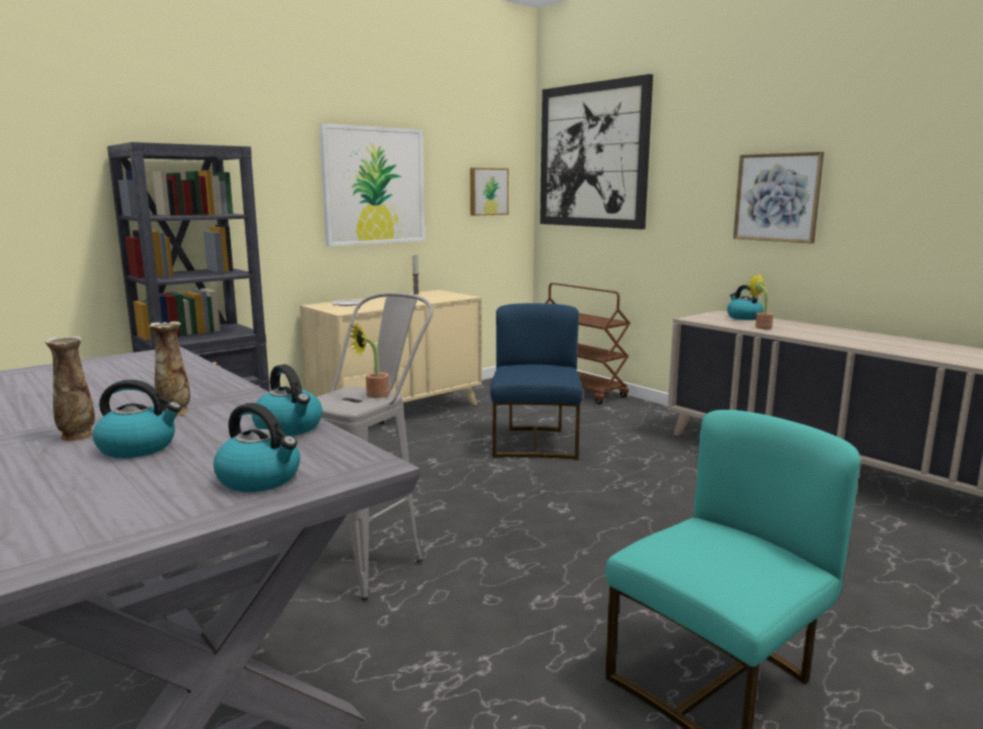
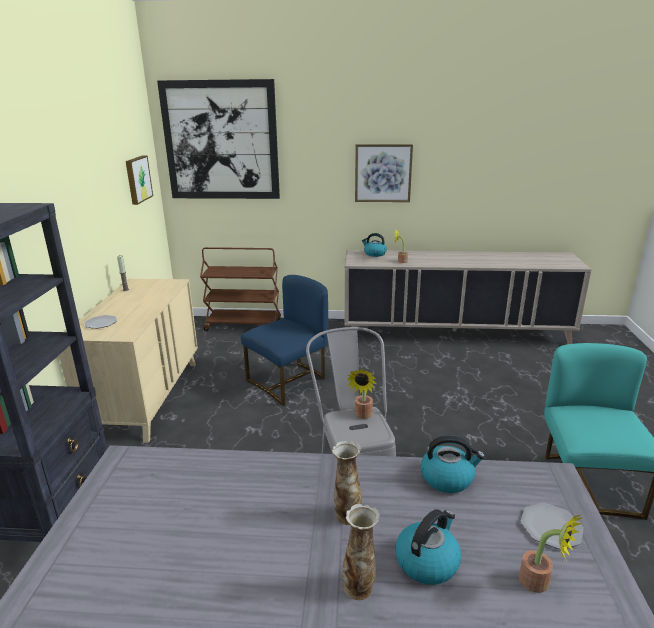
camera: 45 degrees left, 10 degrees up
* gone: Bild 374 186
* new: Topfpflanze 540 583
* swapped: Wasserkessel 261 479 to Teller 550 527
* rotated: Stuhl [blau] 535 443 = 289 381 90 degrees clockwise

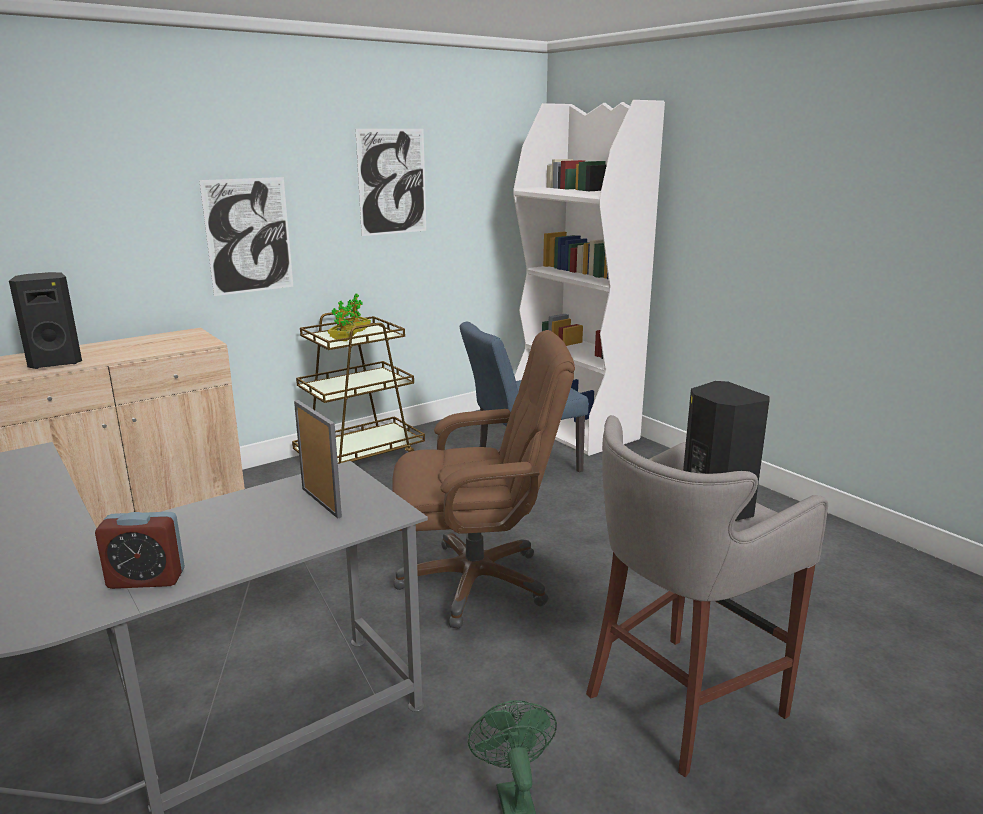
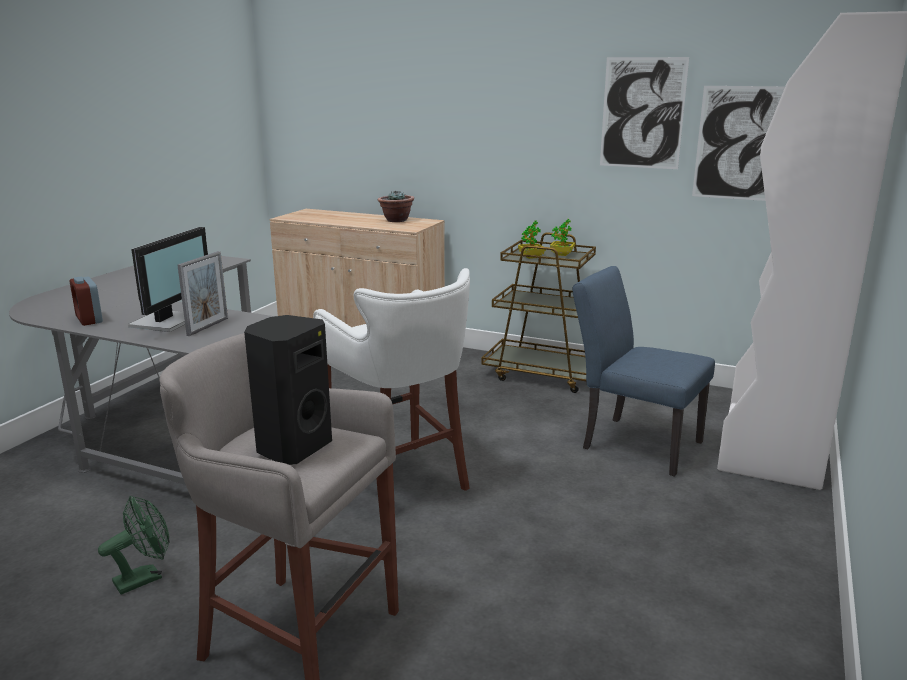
camera: 60 degrees right, 0 degrees up
* gone: Lautsprecher [schwarz] 56 362
* new: Monitor 167 322
* new: Topfpflanze 396 220
* shifted: Bild 248 236 to 740 143
* swapped: Bürostuhl [braun] 476 582 to Hocker [weiß] 401 483

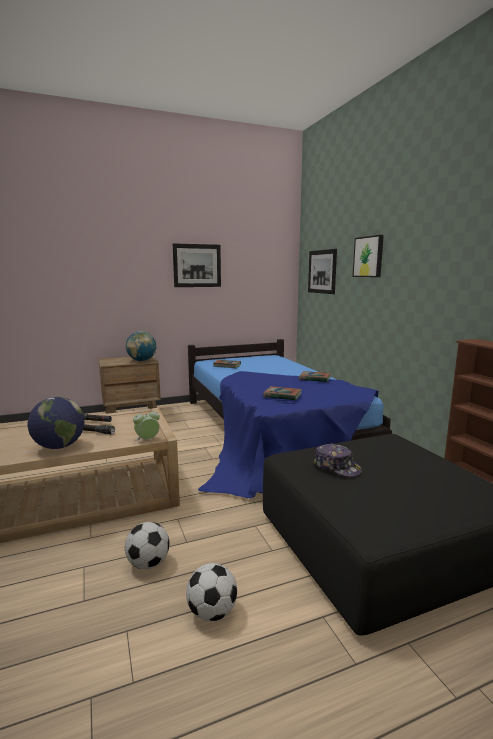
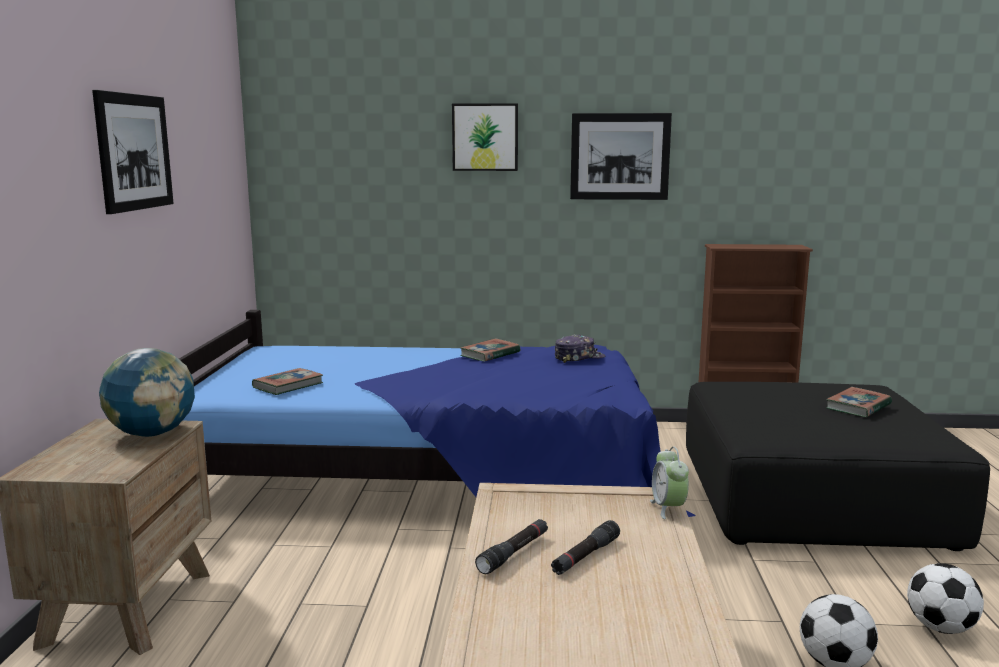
camera: 65 degrees left, 0 degrees up
* gone: Globus 59 446
* shifted: Buch 282 396 to 858 406
* shifted: Bild 322 271 to 620 156
* shifted: Kappe 337 467 to 578 358

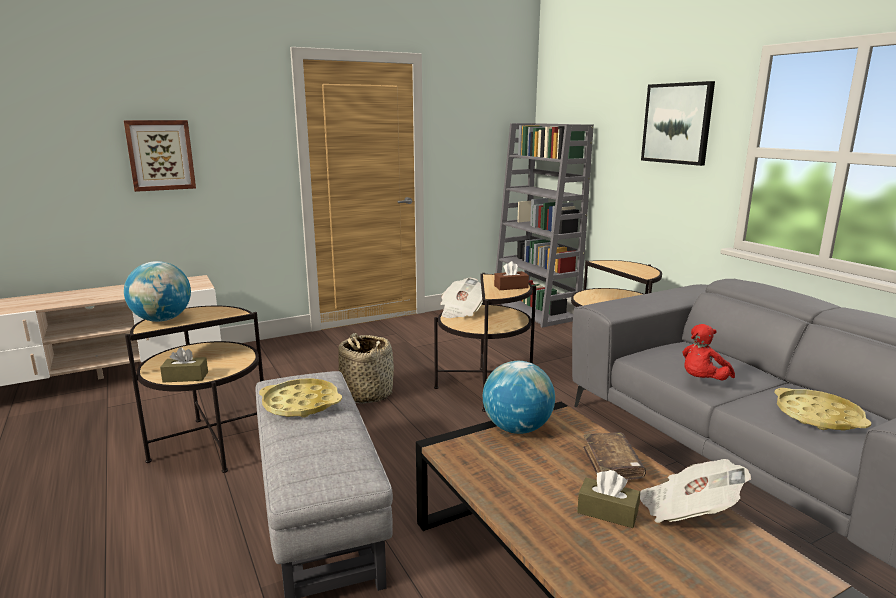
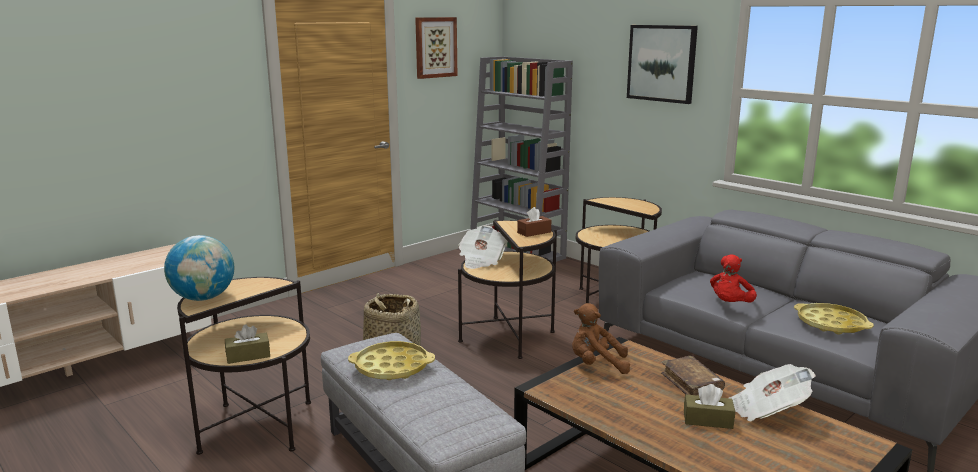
camera: 15 degrees left, 0 degrees up
* shifted: Bild 160 155 to 435 47
* swapped: Globus 517 428 to Plüschtier [braun] 596 365

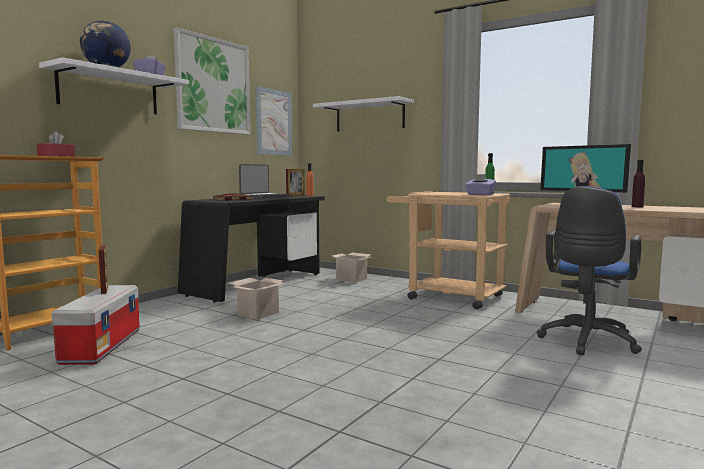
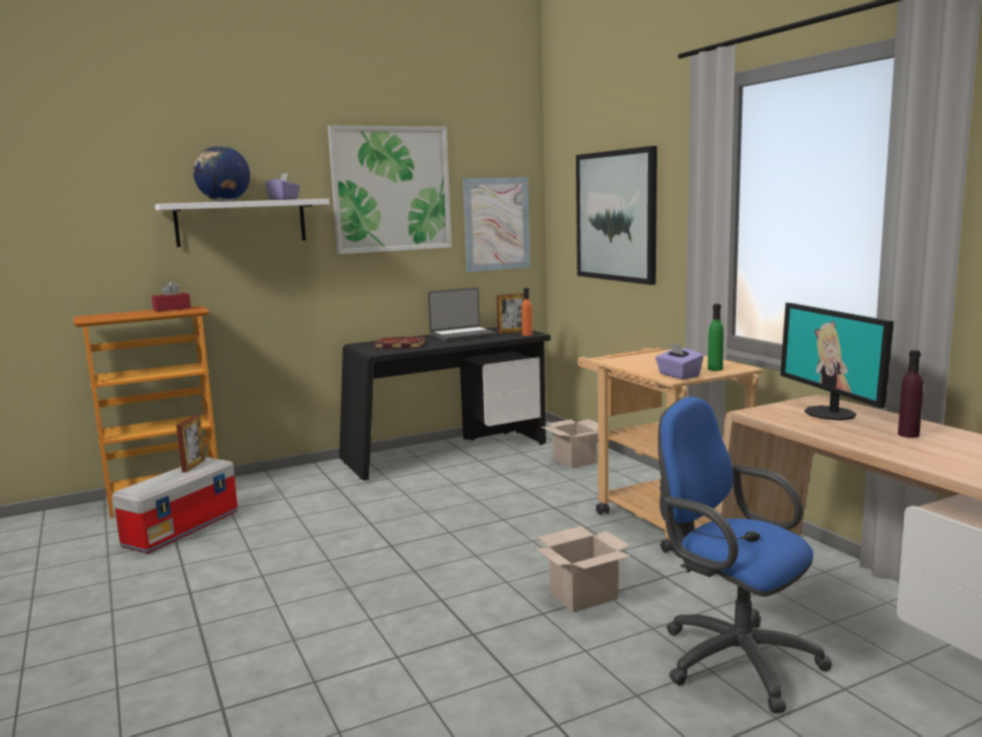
camera: 30 degrees right, 5 degrees up
* shifted: Karton 258 313 to 584 595
* swapped: Wandregal [weiß] 369 116 to Bild 616 216
* rotated: Bürostuhl [blau] 587 342 = 731 658 75 degrees clockwise

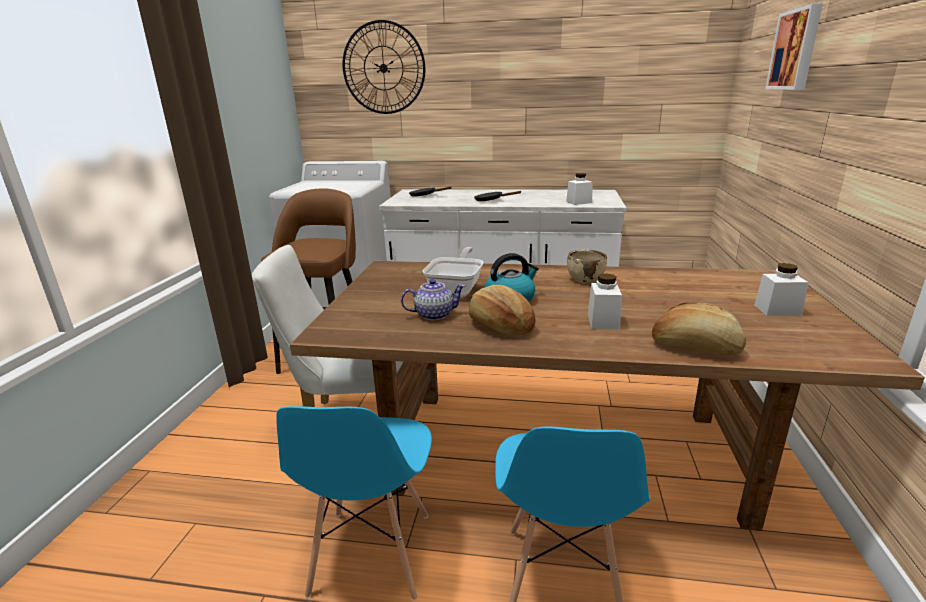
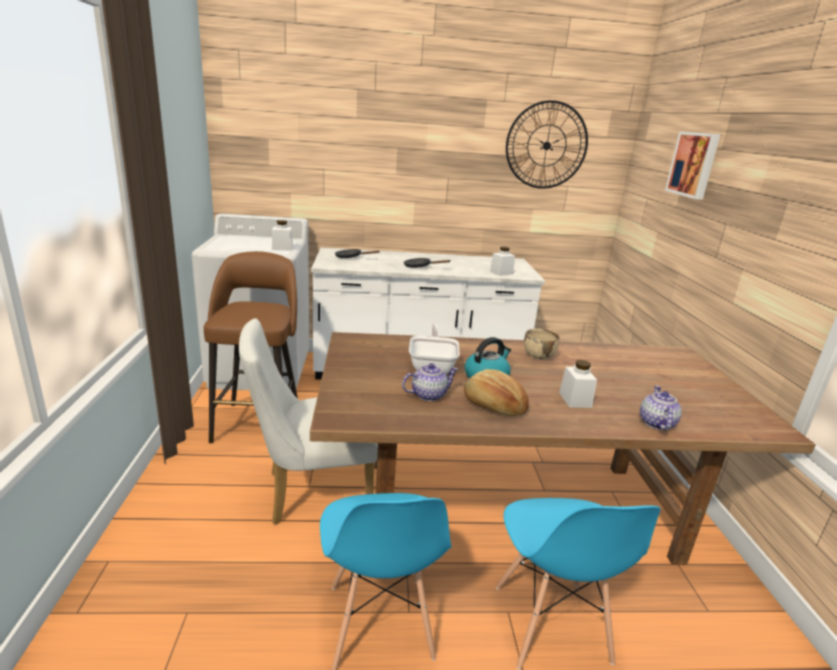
camera: 15 degrees left, 0 degrees up
* shifted: Wanduhr 383 68 to 546 145
* shifted: Vorratsglas [weiß] 777 310 to 282 248
* swapped: Brot 695 347 to Teekanne 656 423

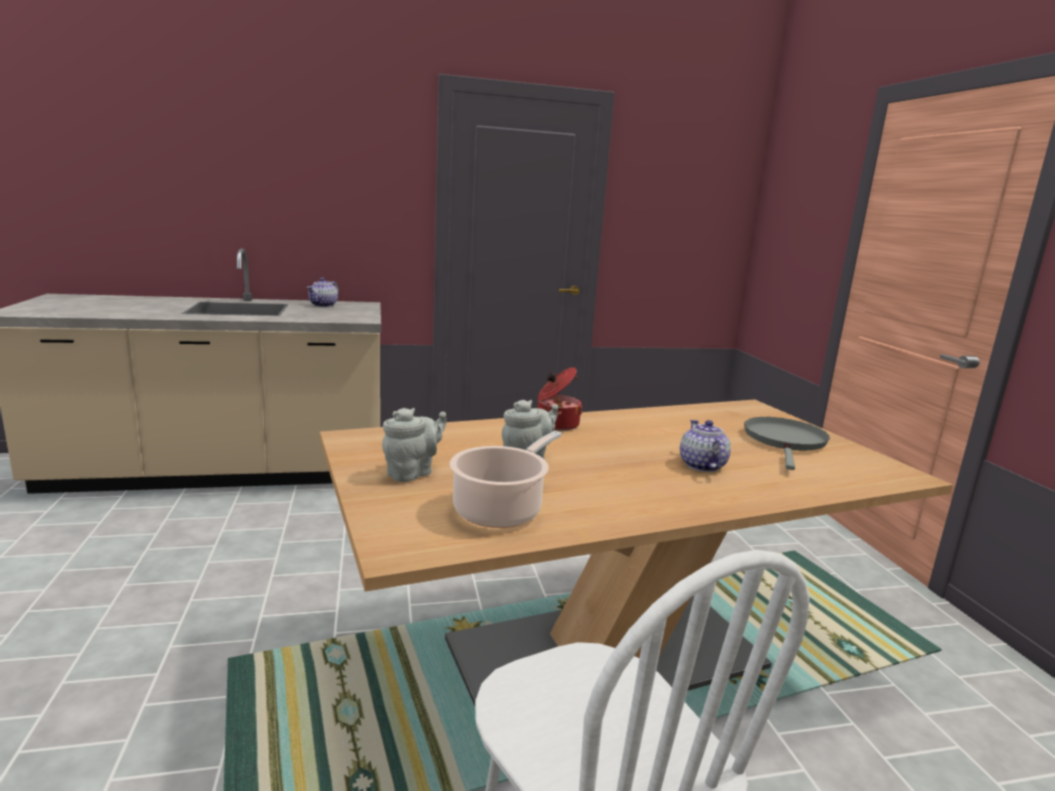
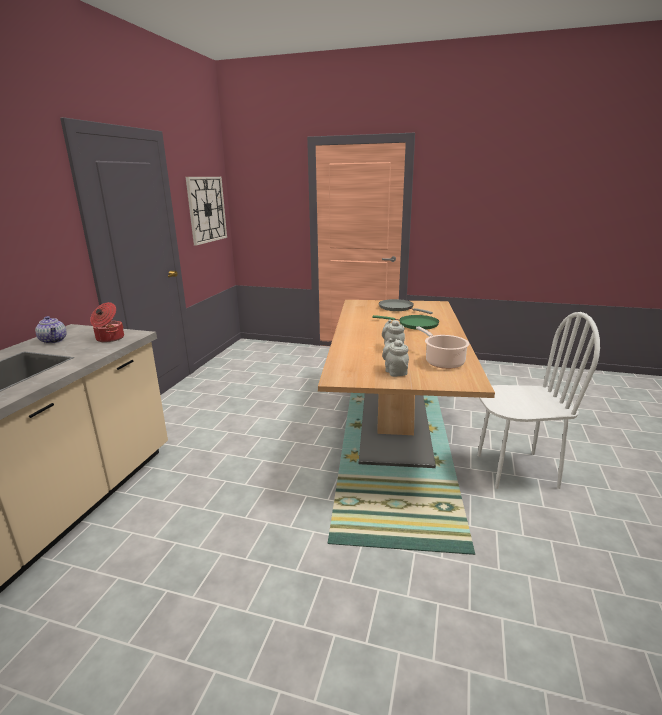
camera: 60 degrees left, 5 degrees up
* new: Wanduhr 206 209
* shifted: Kochtopf 556 424 to 109 338
* swapped: Teekanne 701 465 to Pfanne [grün] 415 324

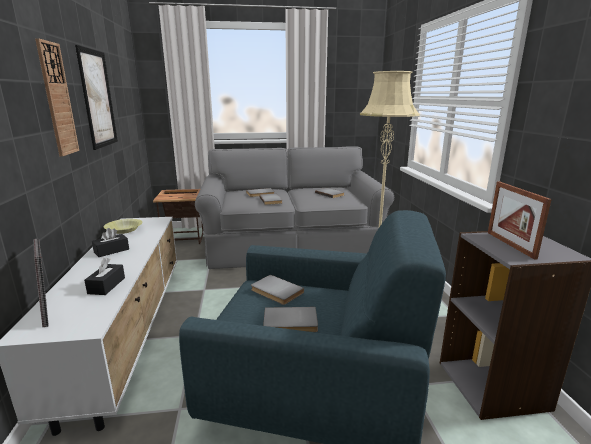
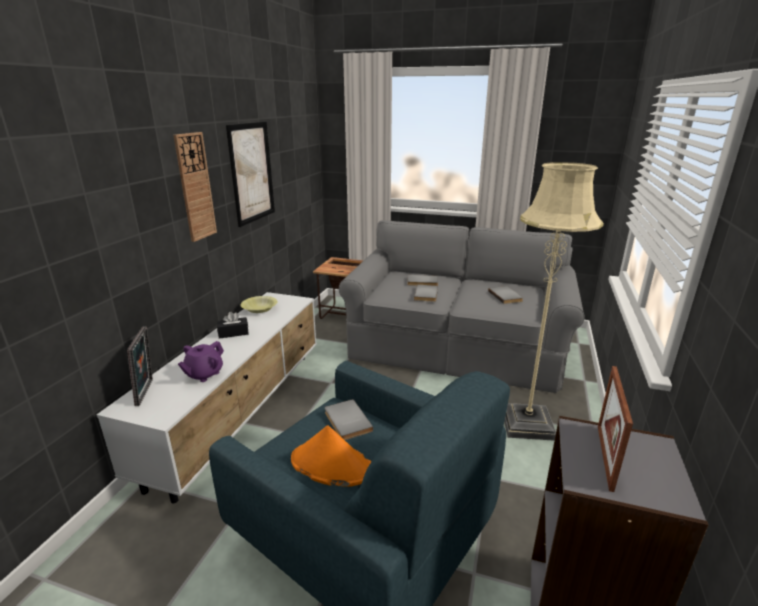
camera: 25 degrees right, 5 degrees up
* swapped: Taschentuchbox [schwarz] 106 285 to Teekanne [lila] 204 374
* swapped: Buch [grau] 290 323 to Hut [orange] 331 465

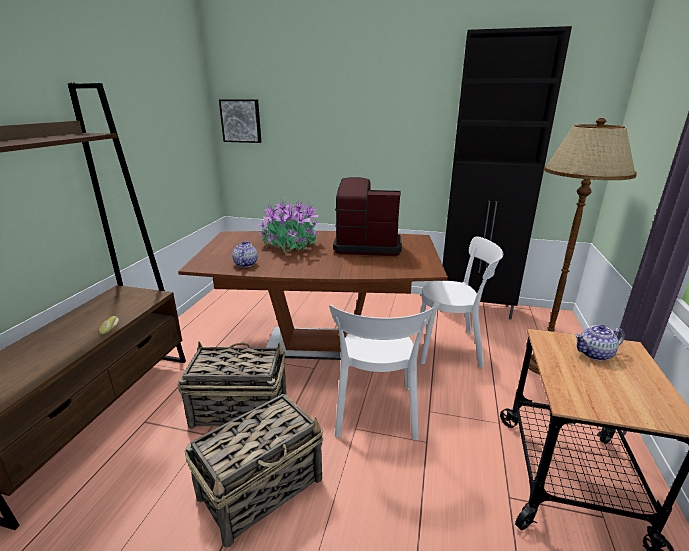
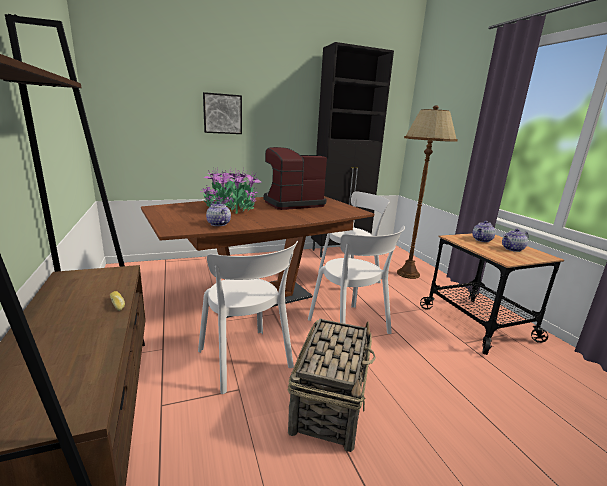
camera: 35 degrees left, 5 degrees down
* new: Teekanne 512 249
* shifted: Bild 241 121 to 222 114
* swapped: Korb 238 409 to Stuhl [weiß] 246 361

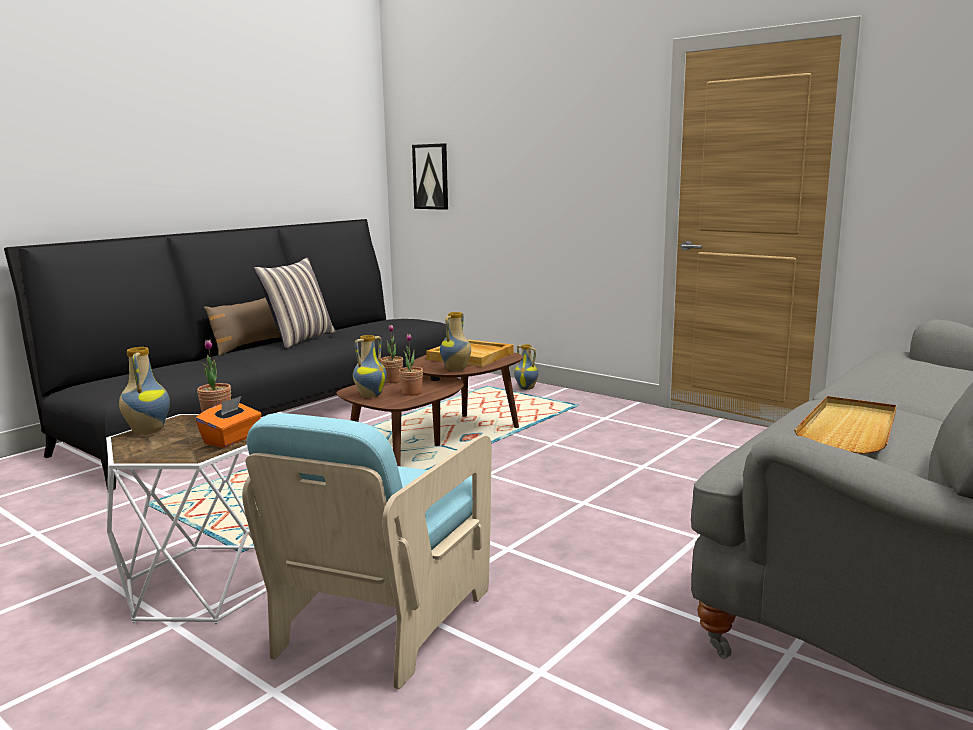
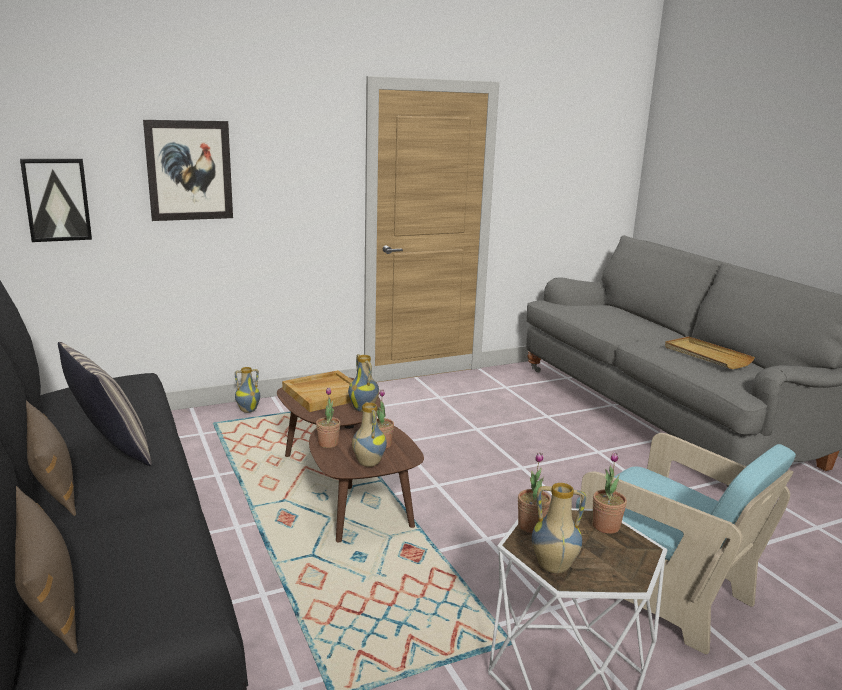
camera: 65 degrees left, 5 degrees up
* new: Kissen [braun] 48 599
* new: Bild 189 170
* swapped: Taschentuchbox [orange] 231 440 to Topfpflanze 606 526

